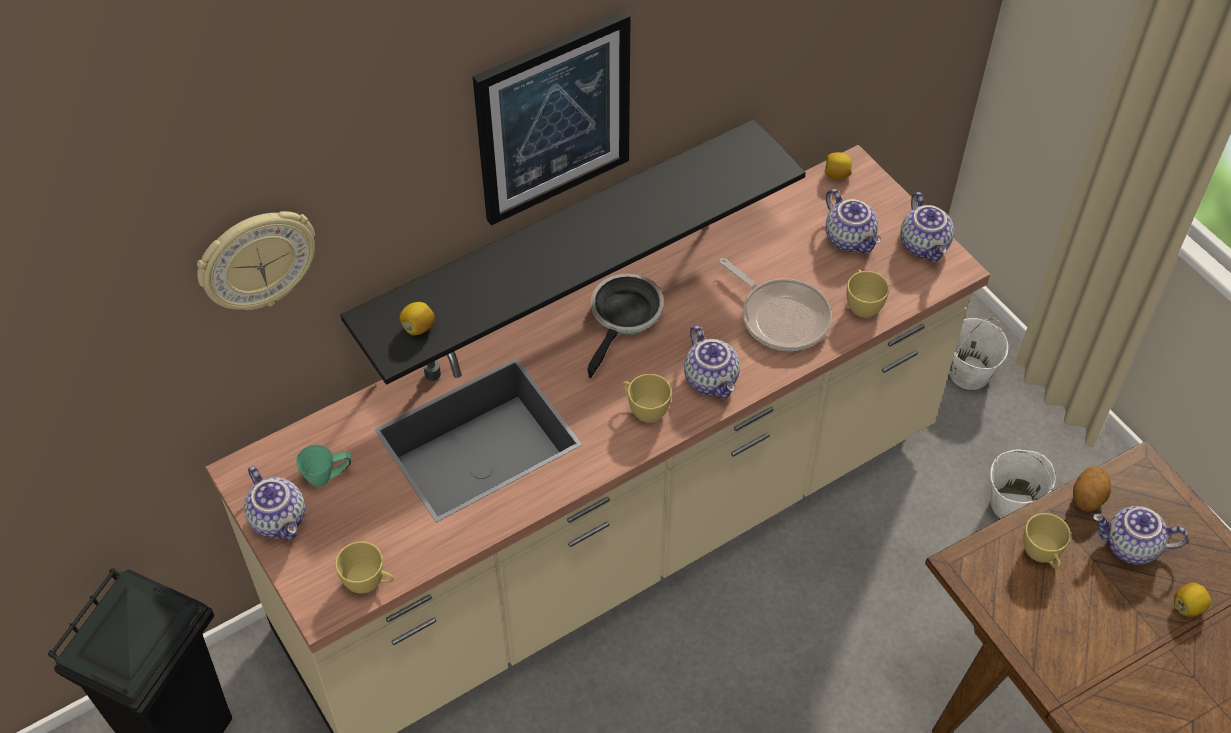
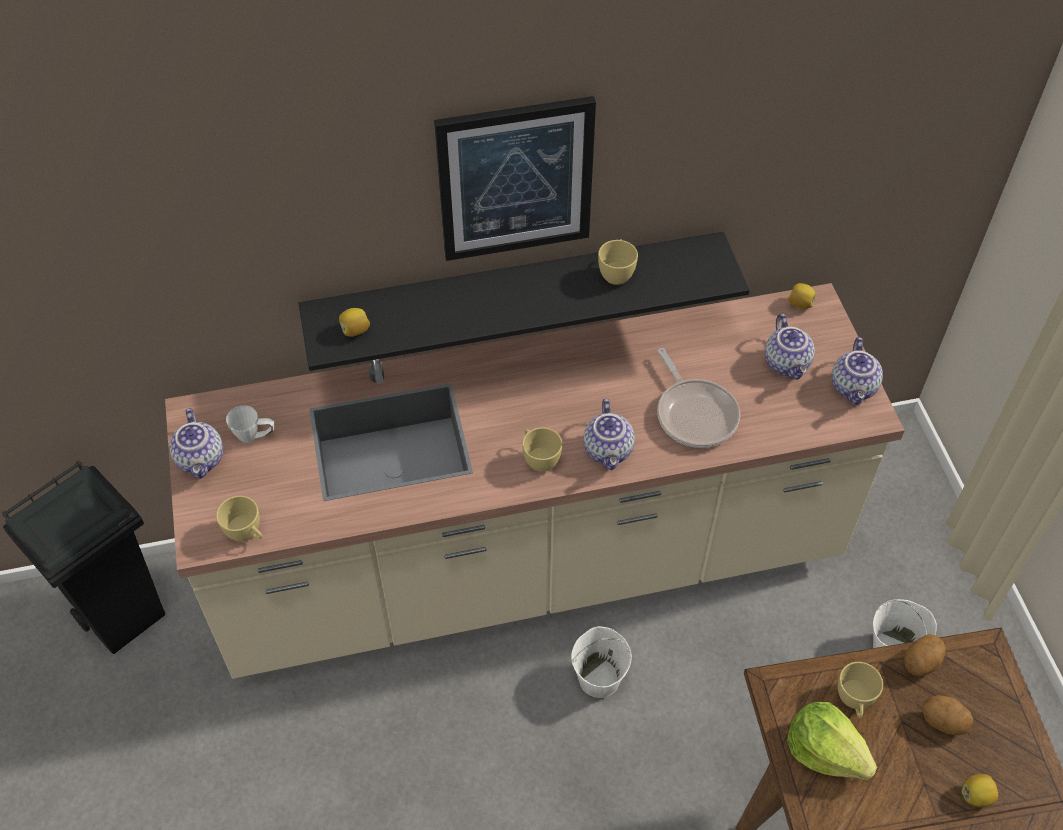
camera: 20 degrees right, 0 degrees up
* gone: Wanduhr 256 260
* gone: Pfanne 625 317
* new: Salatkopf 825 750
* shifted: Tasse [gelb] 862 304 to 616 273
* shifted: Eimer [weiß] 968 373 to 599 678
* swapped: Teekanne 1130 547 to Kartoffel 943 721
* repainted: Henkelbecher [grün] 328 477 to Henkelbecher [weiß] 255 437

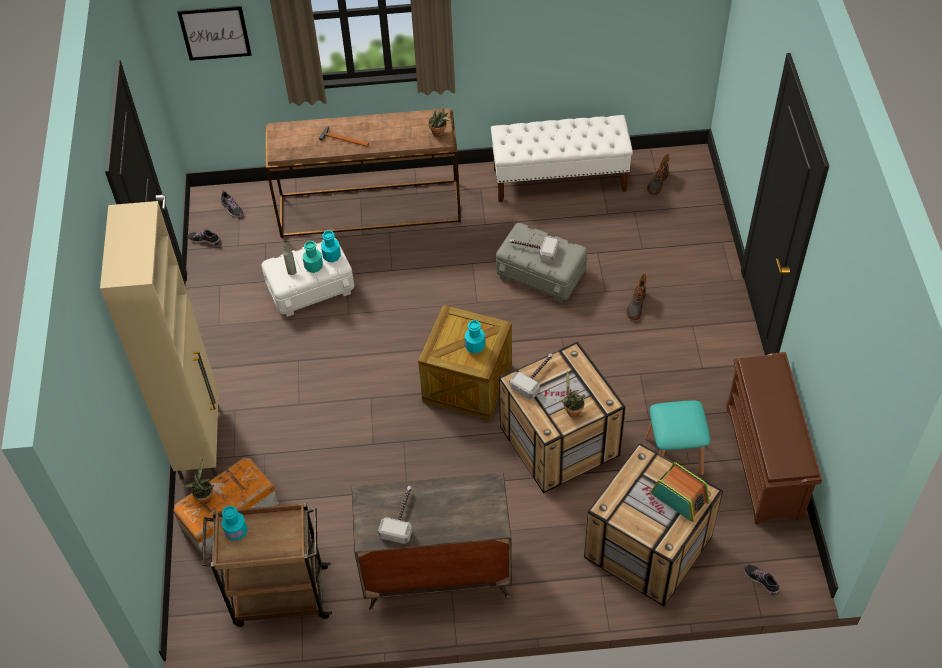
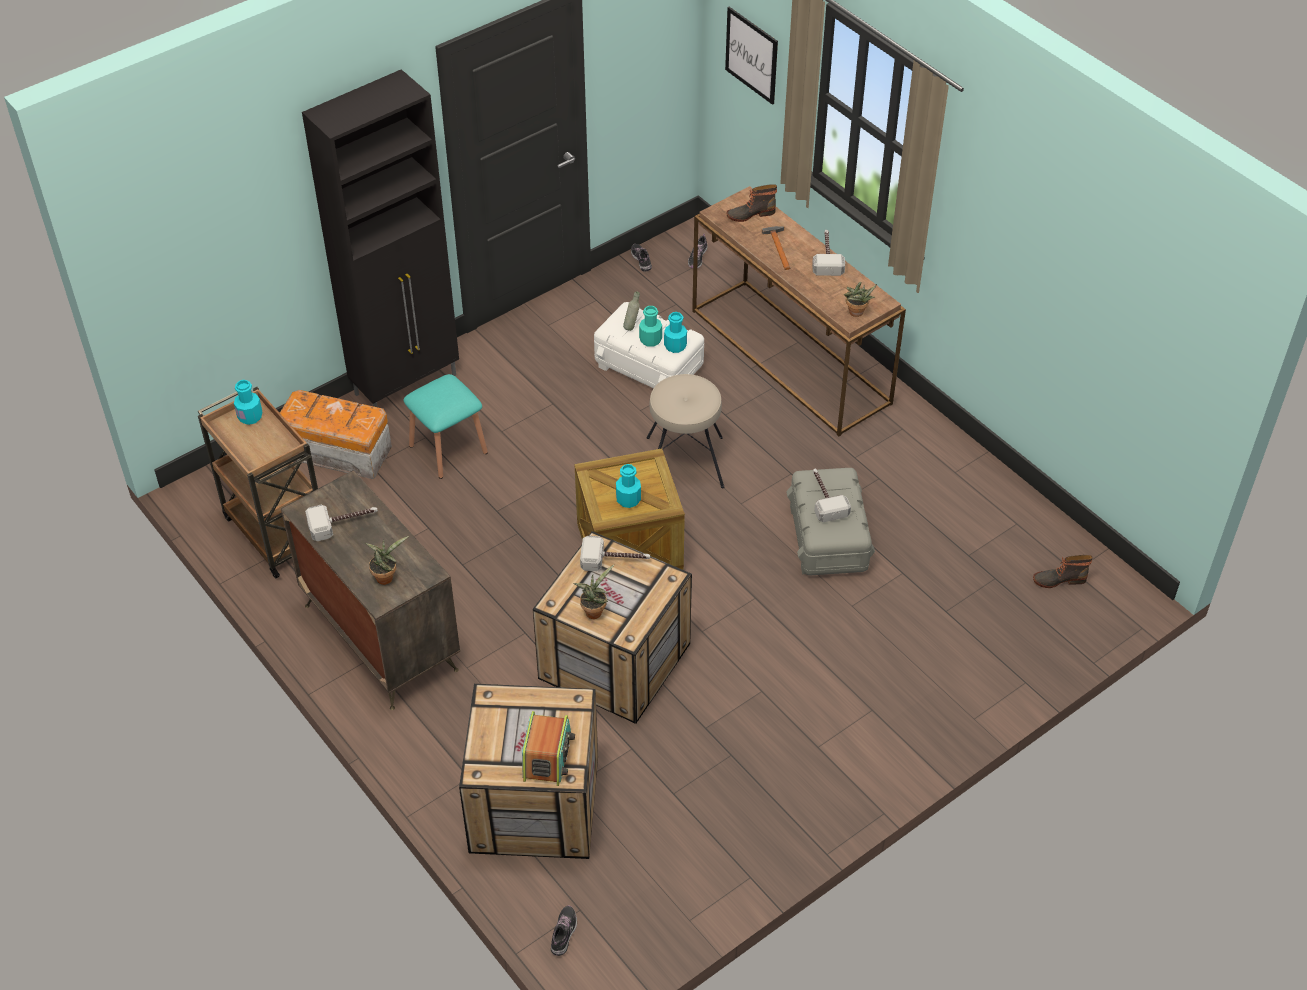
camera: 55 degrees right, 5 degrees down
* gone: Bank [weiß] 560 179
* gone: Schuhregal [braun] 764 462
* new: Hocker [beige] 684 461
* new: Hammer 827 256
* shifted: Topfpflanze 204 496 to 386 576
* shifted: Stiefel 636 305 to 750 214
* shifted: Hocker [türkis] 674 456 to 448 449
* repainted: Schrank [beige] 200 440 to Schrank [schwarz] 407 384

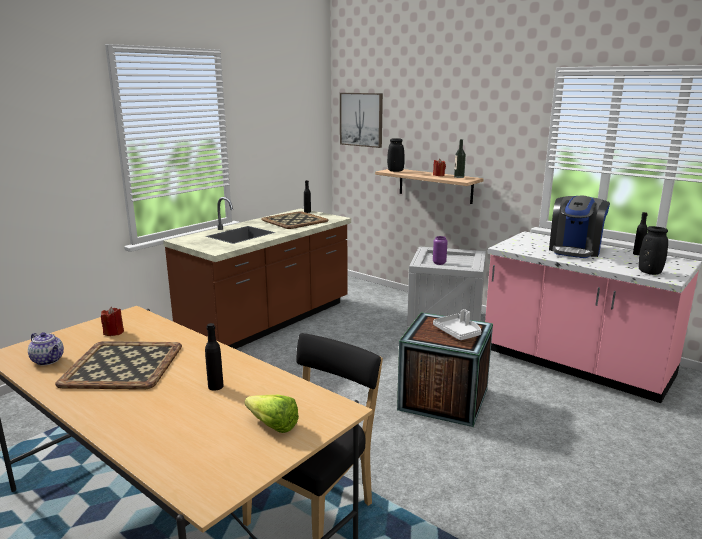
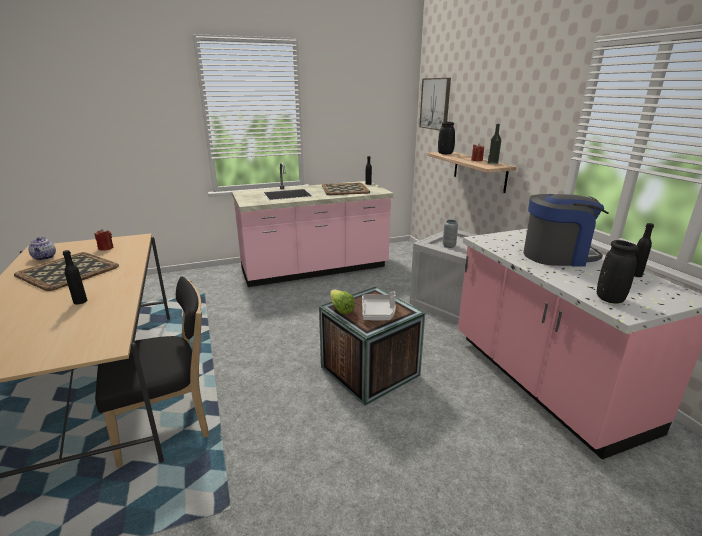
camera: 30 degrees right, 5 degrees up
* shifted: Salatkopf 270 424 to 340 308
* repainted: Küchenzeile [braun] 268 322 to Küchenzeile [rosa] 315 269
* repainted: Vase [lila] 439 263 to Vase [grau] 449 246
* rotated: Kaffeemaschine 575 250 = 557 256 150 degrees counterclockwise

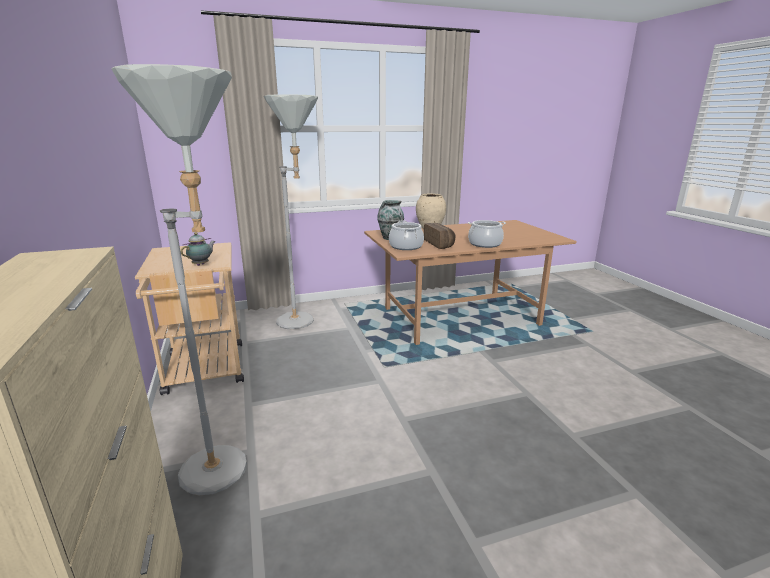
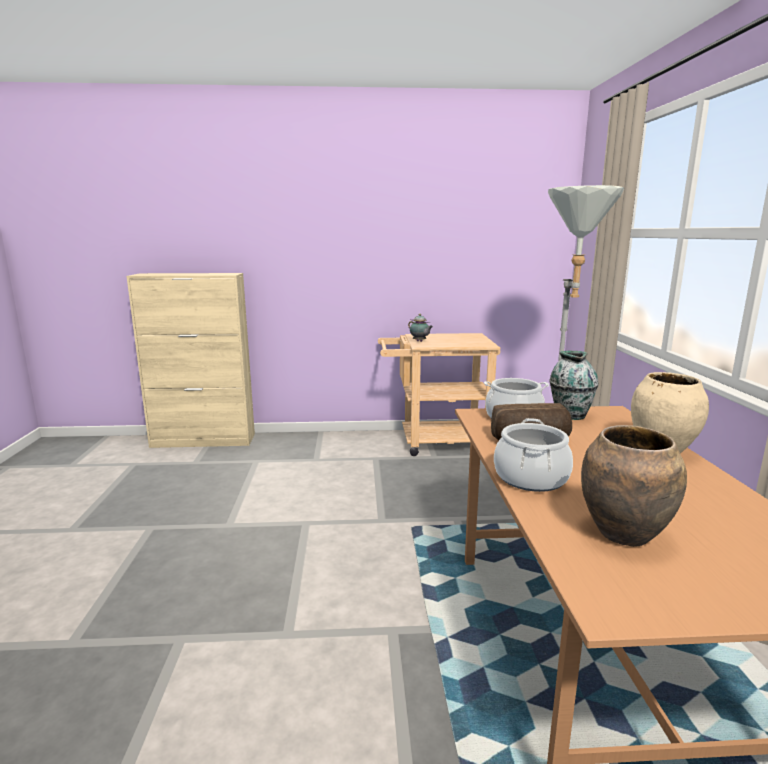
camera: 105 degrees right, 5 degrees down
* gone: Stehlampe [grau] 228 468
* new: Vase [braun] 624 534

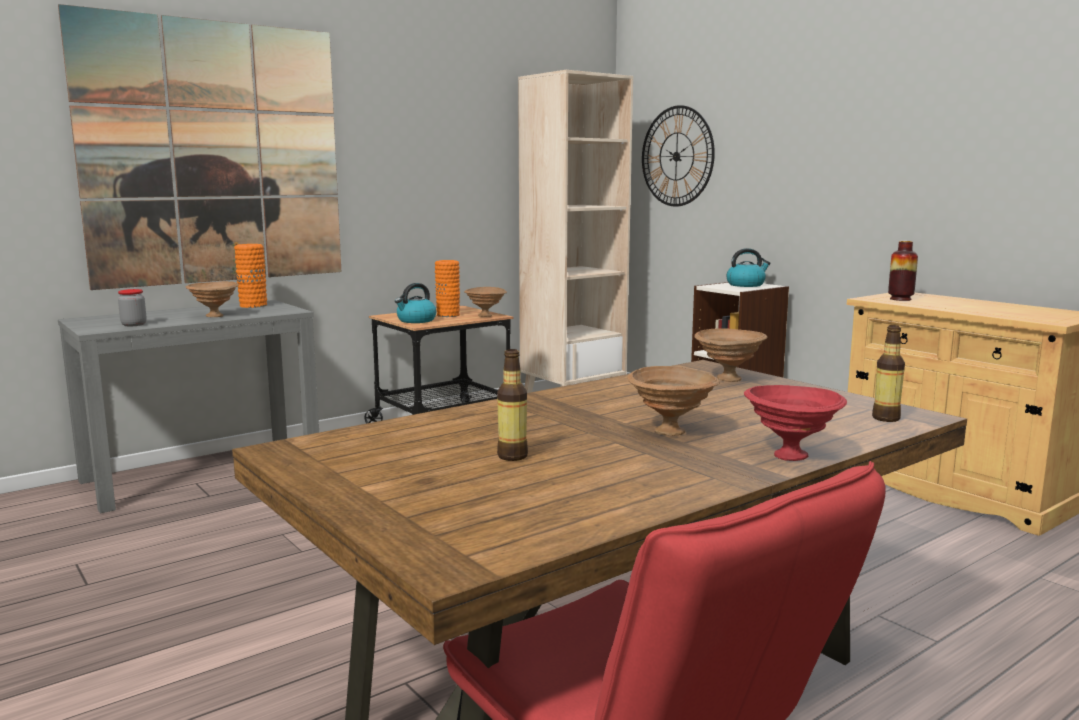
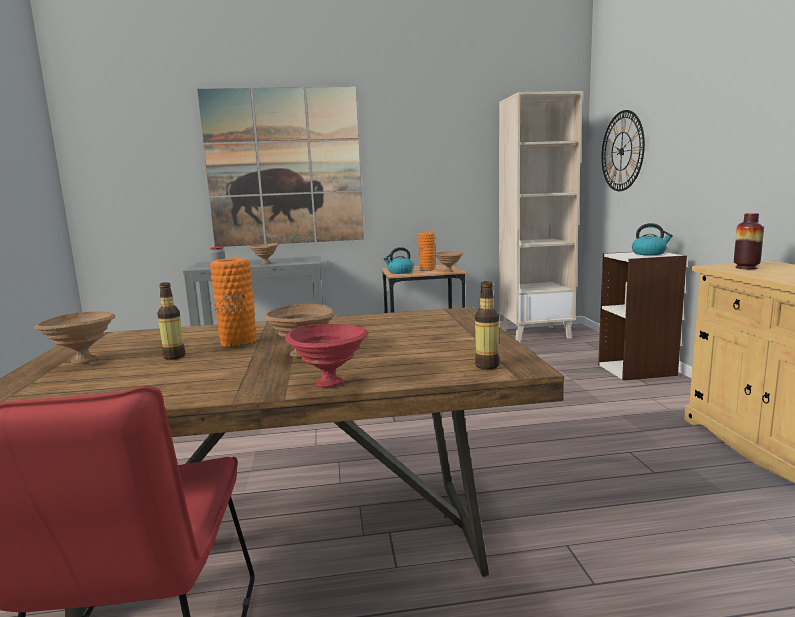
camera: 30 degrees right, 0 degrees up
* shifted: Vase [orange] 253 305 to 238 342
* shifted: Schüssel [braun] 728 379 to 81 361

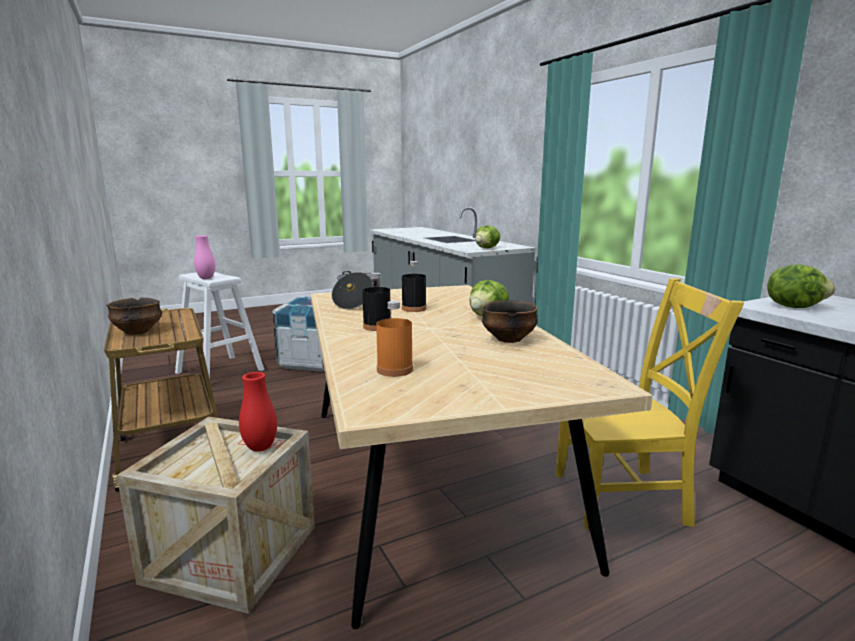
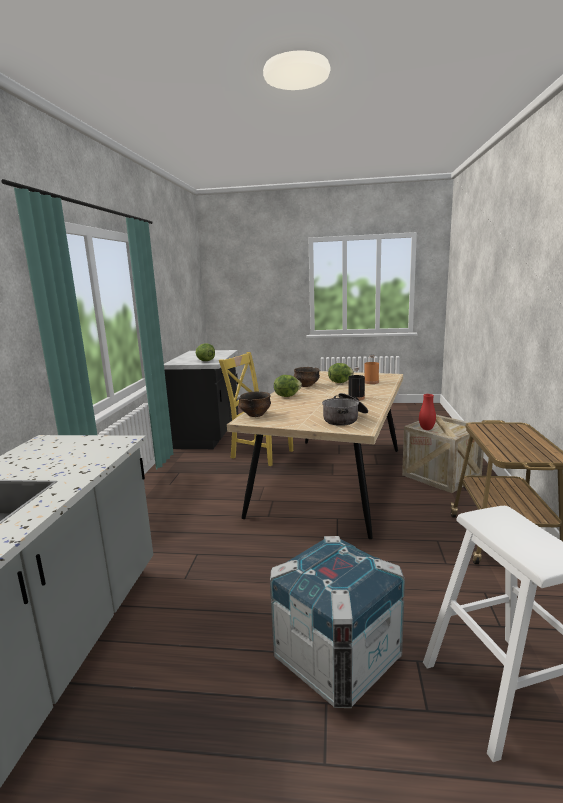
camera: 145 degrees left, 0 degrees up
* gone: Vase [rosa] 206 278
* gone: Flasche [schwarz] 414 308
* shifted: Schüssel 138 331 to 255 415
* shifted: Salatkopf 487 248 to 339 382

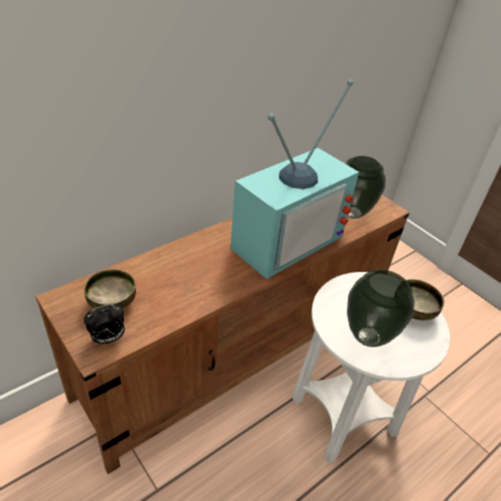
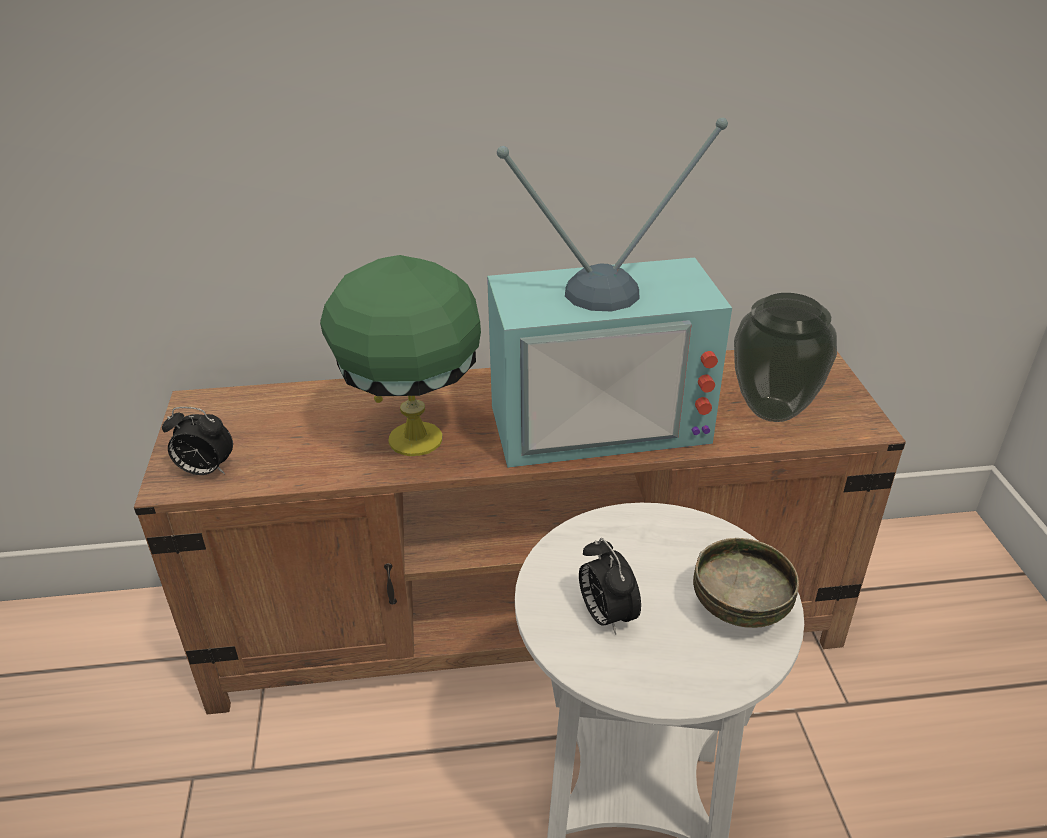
camera: 35 degrees right, 5 degrees down
* gone: Schüssel 112 302
* new: Tischlampe [grün] 413 438
* swapped: Vase 369 336 to Wecker 606 615

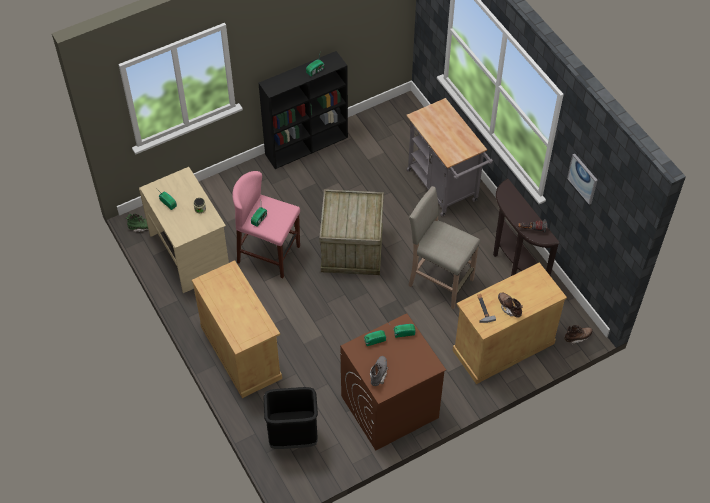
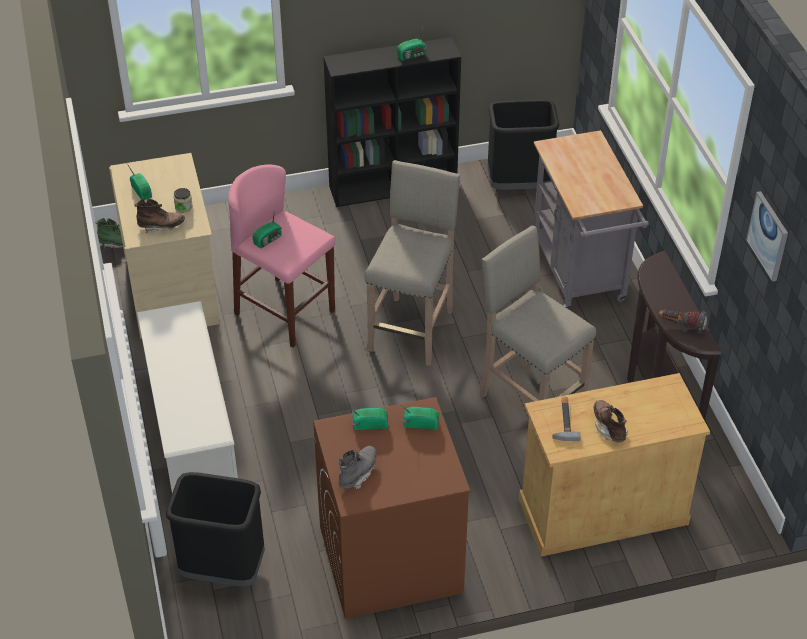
camera: 15 degrees right, 10 degrees down
* new: Mülleimer [schwarz] 518 186
* shifted: Stiefel [braun] 577 337 to 161 226
* swapped: Schrank [beige] 241 352 to Schuhregal [weiß] 192 433
* swapped: Kiste 353 248 to Hocker [beige] 412 329

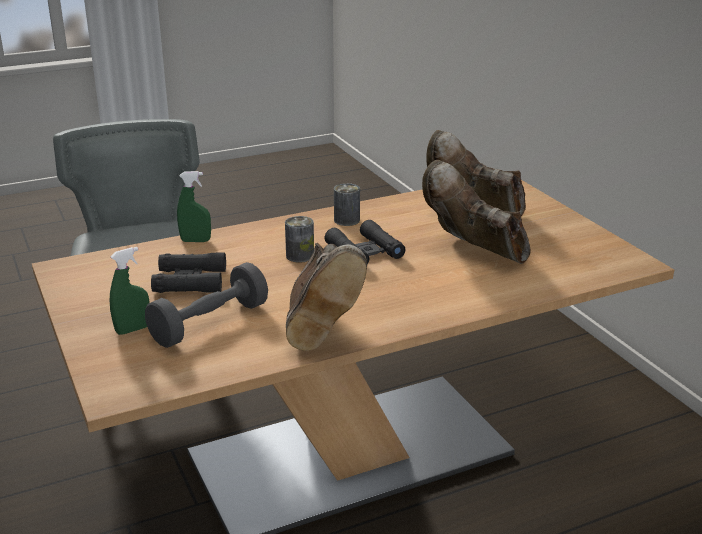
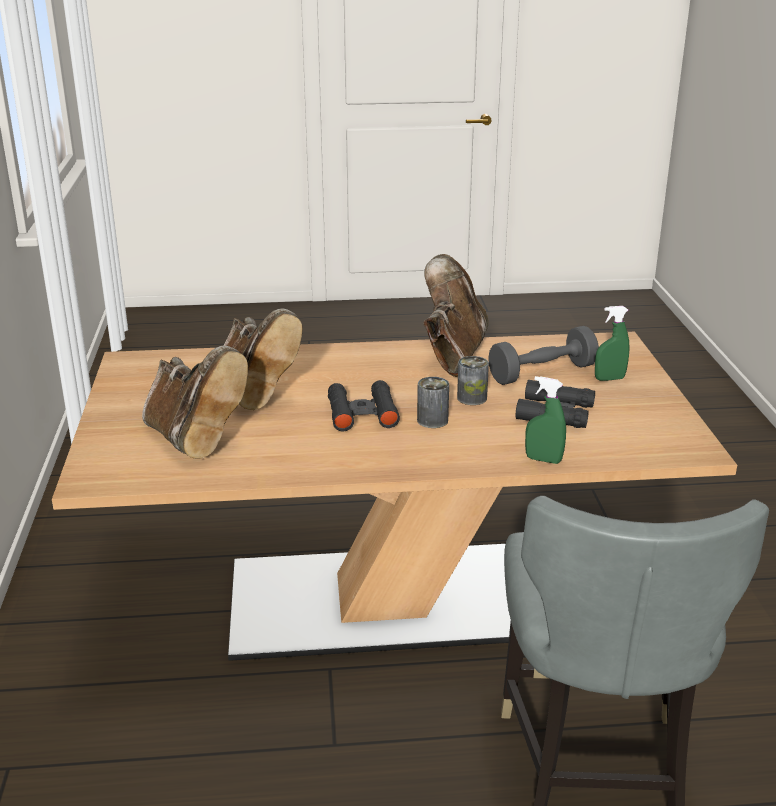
camera: 160 degrees left, 0 degrees up
* shifted: Dose 346 220 to 472 398

